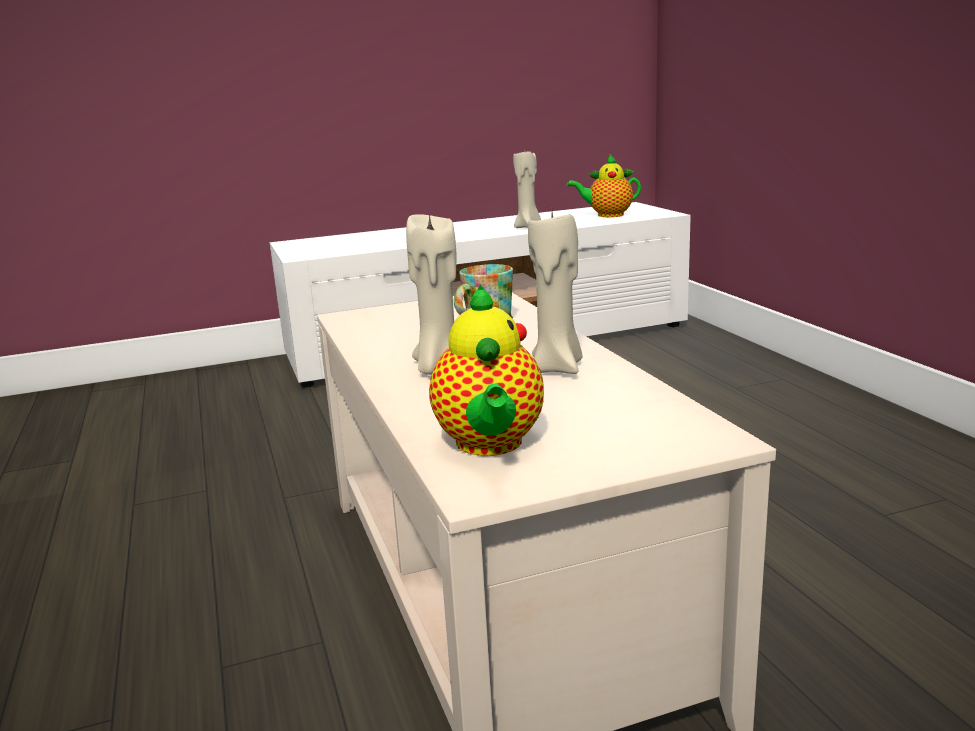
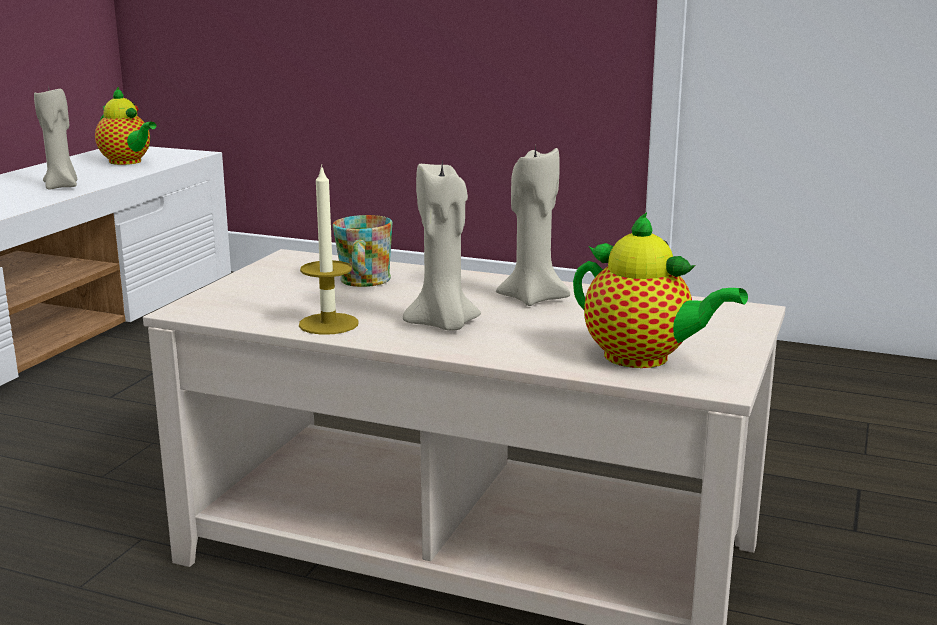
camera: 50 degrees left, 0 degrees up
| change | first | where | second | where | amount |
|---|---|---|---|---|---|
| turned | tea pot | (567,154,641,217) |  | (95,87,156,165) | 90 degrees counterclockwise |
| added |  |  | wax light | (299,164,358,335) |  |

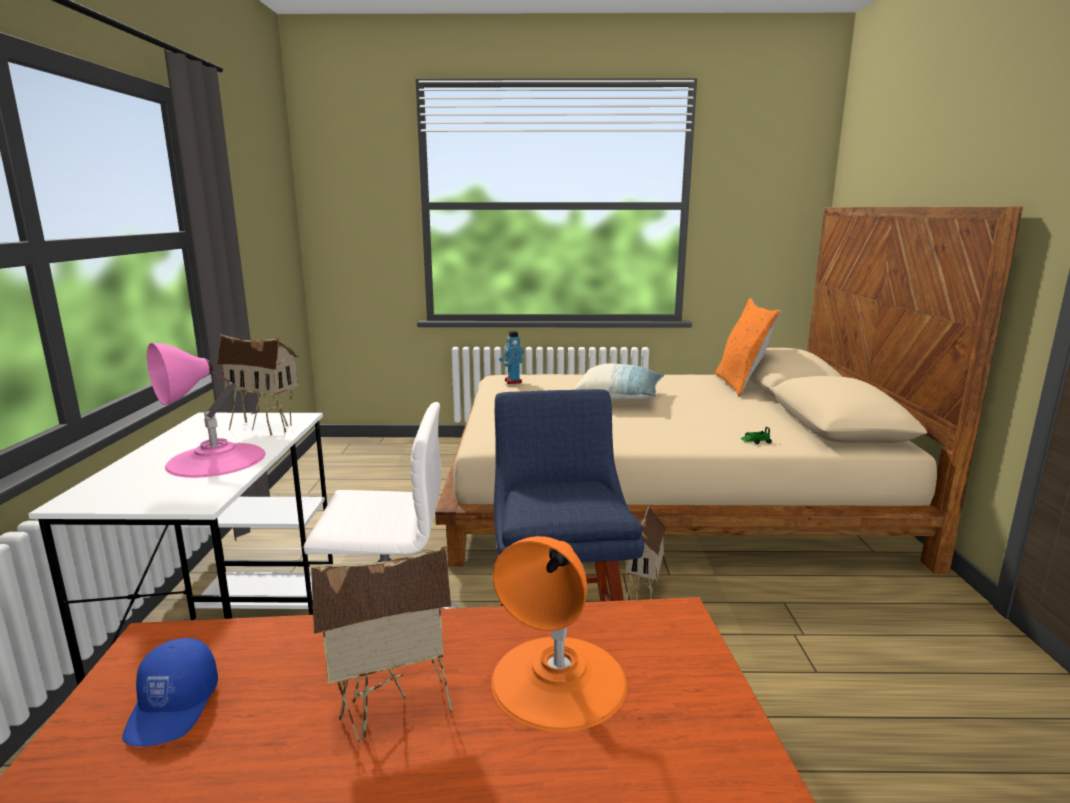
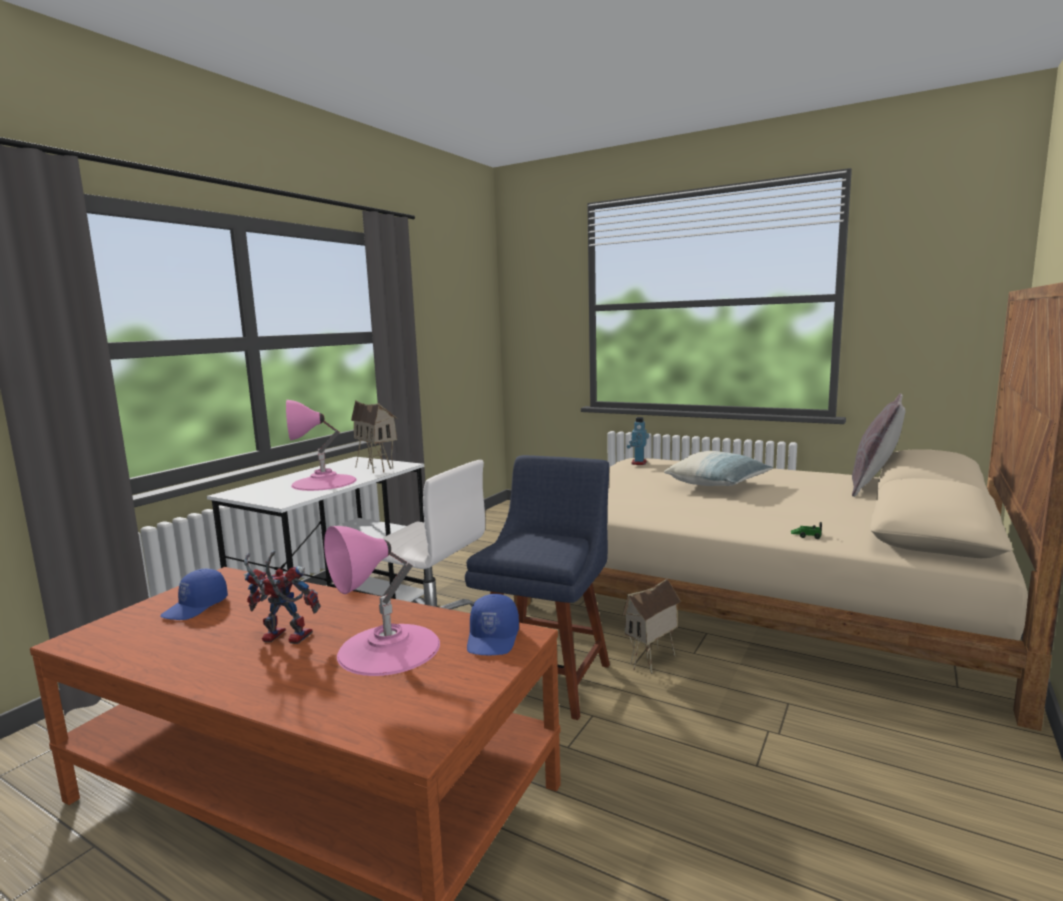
camera: 30 degrees right, 5 degrees down
| change | first | where | second | where | amount |
|---|---|---|---|---|---|
| replaced | model house | (309,546,453,742) | toy robot | (243,550,321,644) |  |
| recoloured | orangey lamp for a table | (491,536,627,732) | pinkish lamp for a table | (324,526,440,676) |  |
| recoloured | orangey cushion | (715,298,781,397) | grey cushion | (852,394,906,497) |  |
| added |  |  | bluish cap | (467,594,519,655) |  |

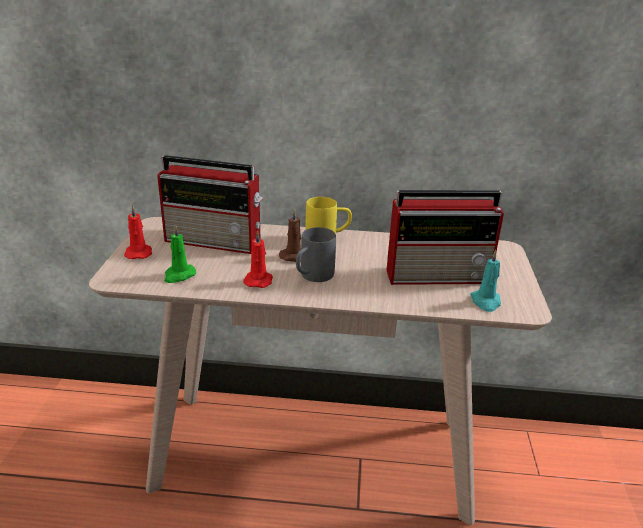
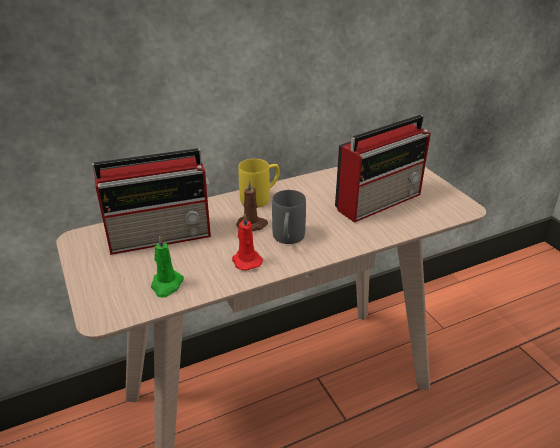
camera: 30 degrees left, 5 degrees up
| change | first | where | second | where | amount |
|---|---|---|---|---|---|
| removed | red-coloured wax light | (124,205,152,259) |  |  |  |
| removed | blue-green wax light | (470,250,501,312) |  |  |  |

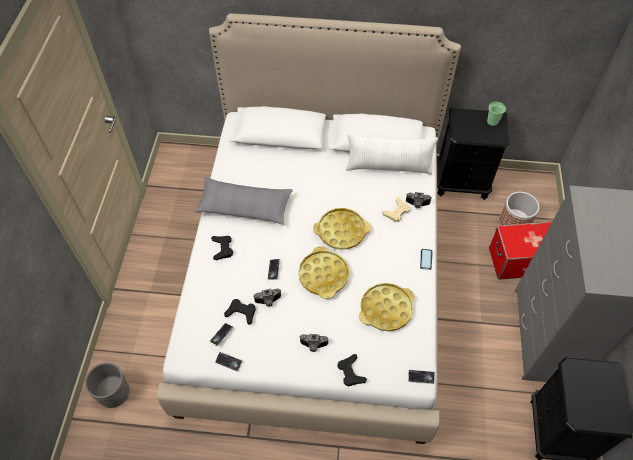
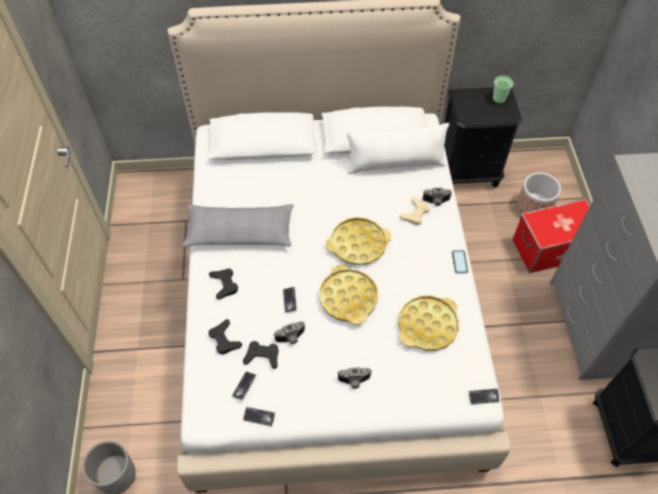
camera: 10 degrees left, 0 degrees up
| change | first | where | second | where | amount |
|---|---|---|---|---|---|
| moved | black-coloured game controller | (337,354,367,387) |  | (208,319,242,354) |  |

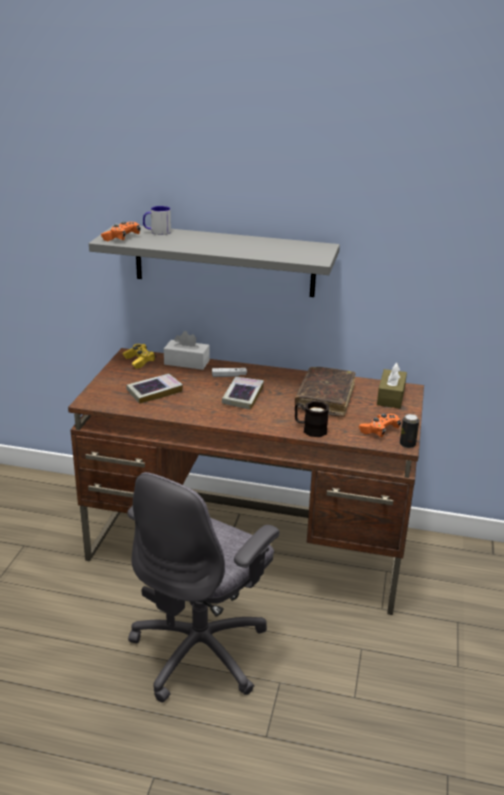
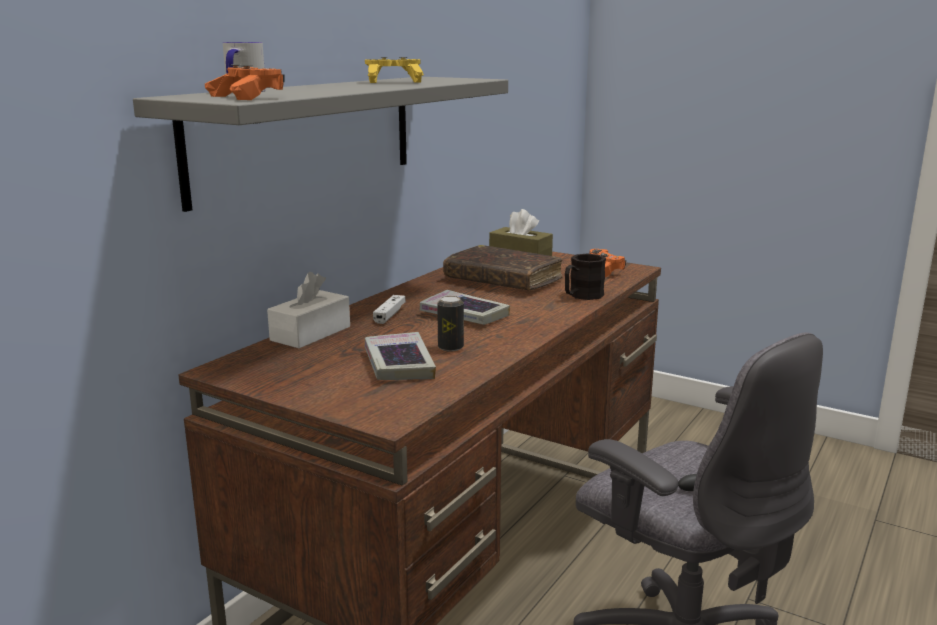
camera: 70 degrees left, 10 degrees down
| change | first | where | second | where | amount |
|---|---|---|---|---|---|
| moved | yellow-coloured game controller | (123,344,156,369) |  | (365,57,424,83) |  |
| moved | sealed can | (400,414,419,448) |  | (437,296,464,352) |  |

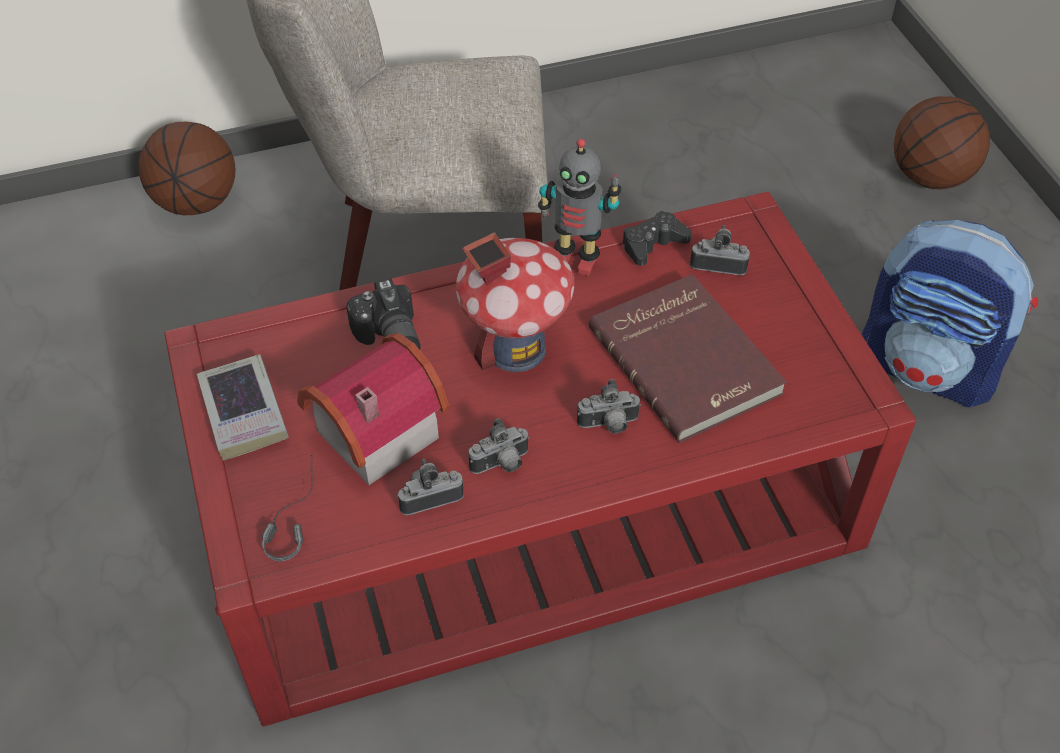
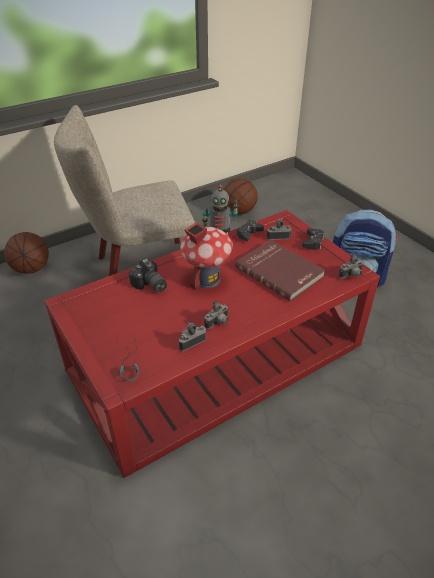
camera: 15 degrees left, 10 degrees down
| change | first | where | second | where | amount |
|---|---|---|---|---|---|
| removed | book | (197,354,289,460) |  |  |  |
| removed | model house | (297,333,449,485) |  |  |  |
| moved | photo camera | (577,379,641,434) |  | (339,254,364,278) |  |
| moved | ball for basketball | (894,96,990,189) |  | (223,178,258,214) |  |
| added |  |  | black-coloured game controller | (302,228,324,250) |  |

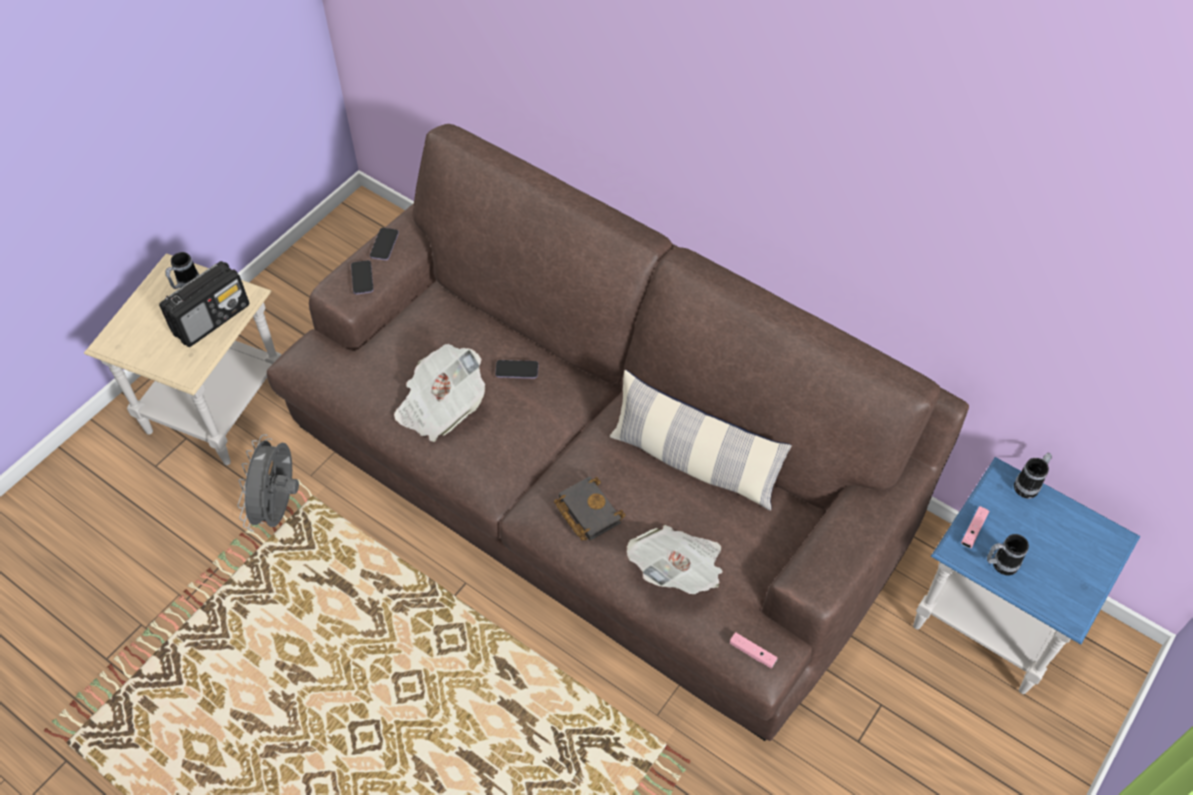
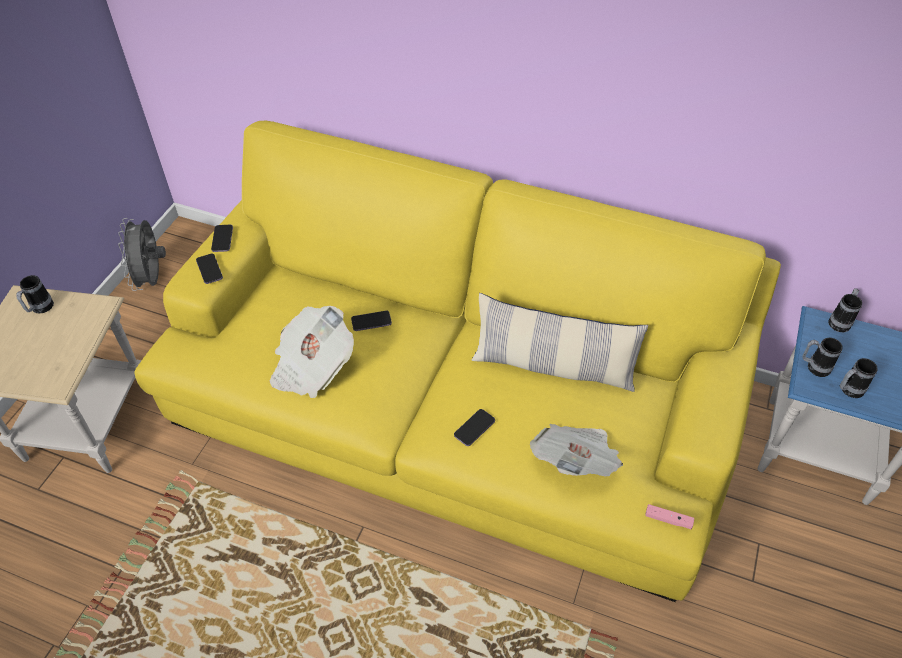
camera: 15 degrees left, 5 degrees down
| change | first | where | second | where | amount |
|---|---|---|---|---|---|
| removed | radio | (159,261,249,347) |  |  |  |
| moved | grey electric fan | (237,434,299,531) |  | (118,218,166,291) |  |
| recoloured | brown-coloured couch | (267,124,969,741) | yellow-coloured couch | (135,121,781,602) |  |
| replaced | black-coloured book | (554,476,626,541) | phone | (454,409,495,446) |  |
| replaced | pinkish game controller | (961,506,989,548) | coffee mug | (803,338,843,377) |  |

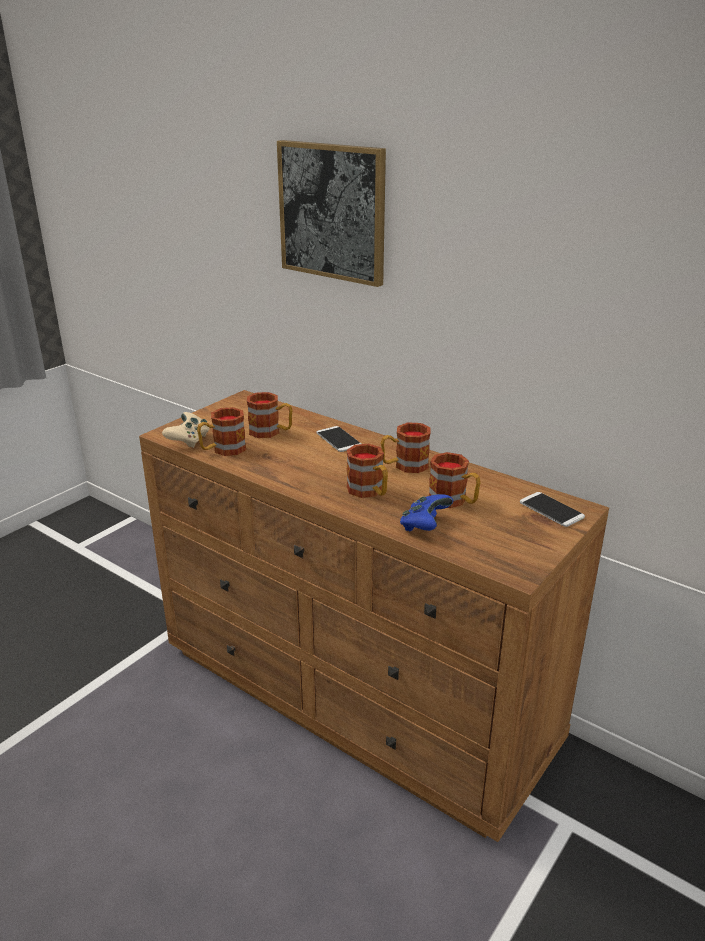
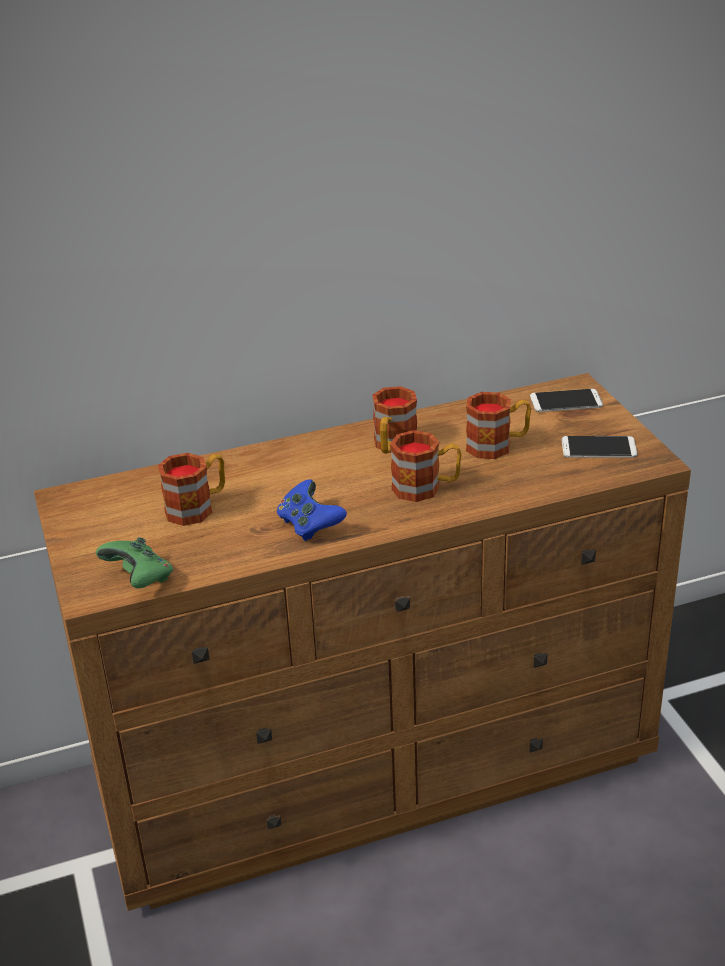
camera: 55 degrees left, 5 degrees up
| change | first | where | second | where | amount |
|---|---|---|---|---|---|
| recoloured | beige game controller | (162,412,209,448) | green-coloured game controller | (96,537,173,588) |  |
| removed | coffee mug | (197,407,246,456) |  |  |  |
| removed | wall picture | (277,140,386,287) |  |  |  |
| moved | phone | (316,426,361,452) |  | (561,436,637,458) |  |
| moved | bluish game controller | (400,494,453,532) |  | (277,480,347,541) |  |

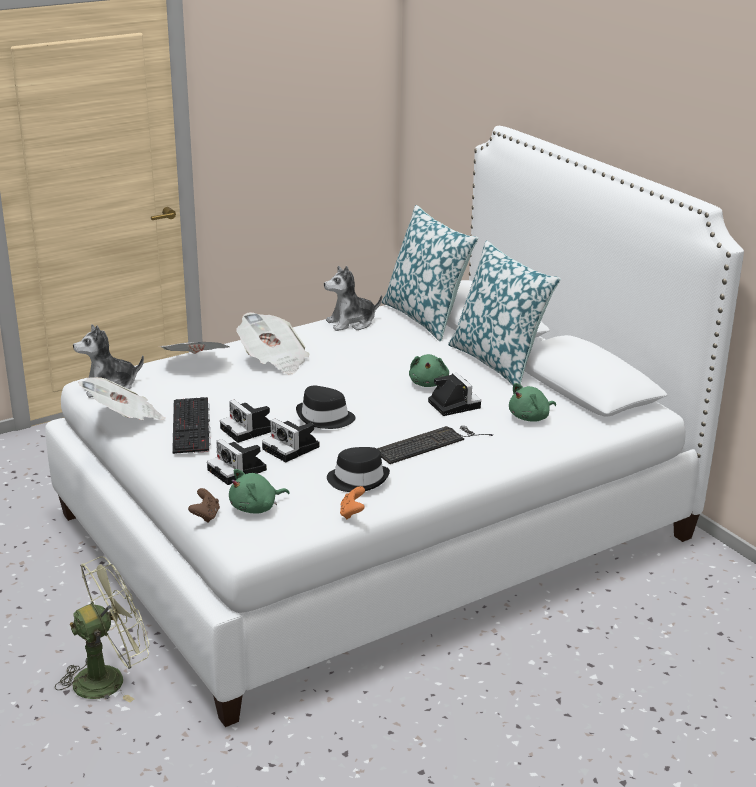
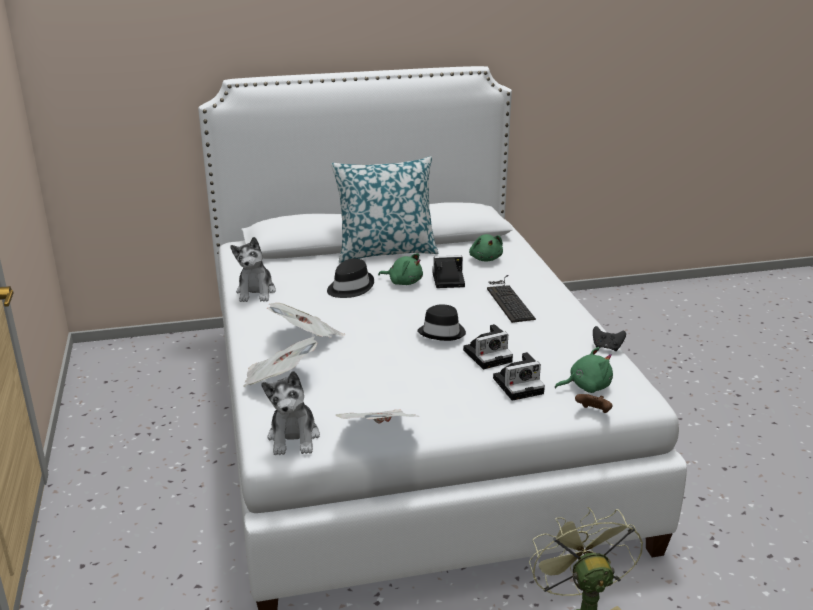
camera: 70 degrees left, 0 degrees up
| change | first | where | second | where | amount |
|---|---|---|---|---|---|
| removed | computer keyboard | (172,397,211,454) |  |  |  |
| removed | photo camera | (220,400,271,443) |  |  |  |
| turned | green-coloured soft toy | (229,469,290,514) |  | (555,347,613,393) | 90 degrees counterclockwise |
| moved | black-coloured clothing hat | (327,447,390,492) |  | (327,259,374,298) |  |
| recoloured | orangey game controller | (340,486,365,520) | black-coloured game controller | (593,326,626,351) |  |
| removed | cushion | (382,205,478,342) |  |  |  |

